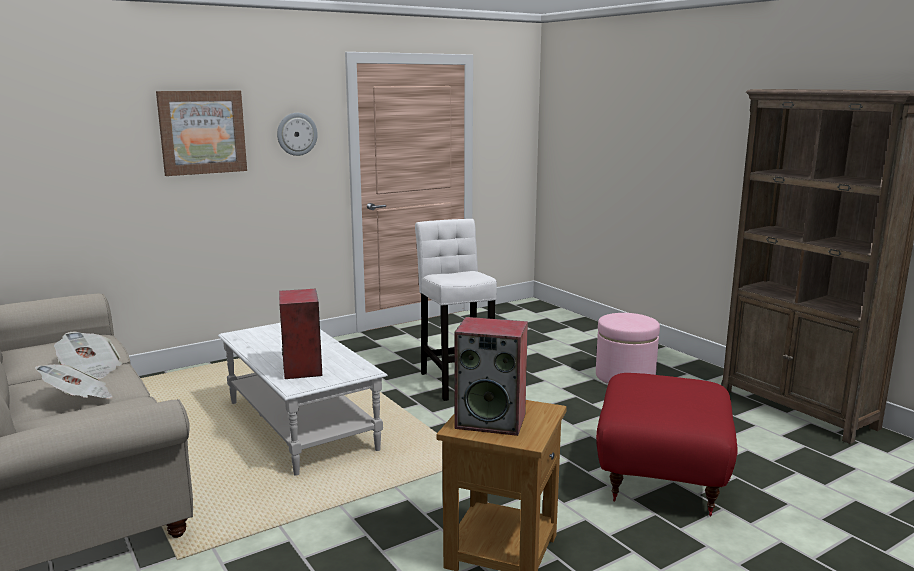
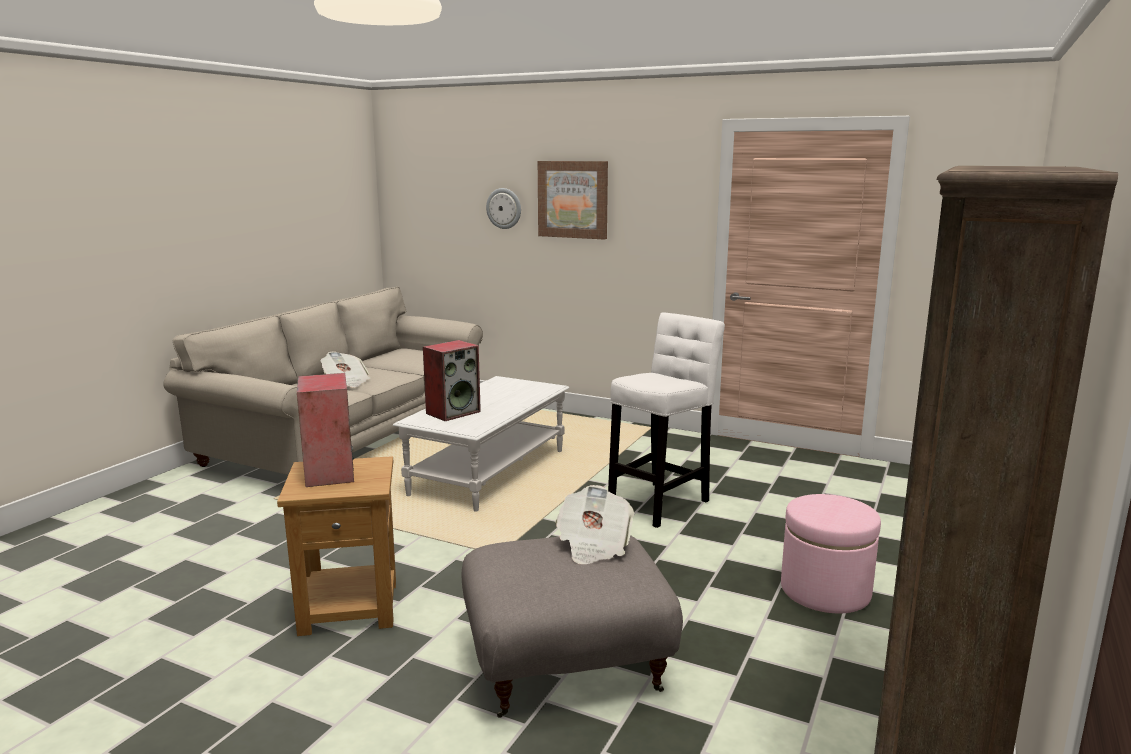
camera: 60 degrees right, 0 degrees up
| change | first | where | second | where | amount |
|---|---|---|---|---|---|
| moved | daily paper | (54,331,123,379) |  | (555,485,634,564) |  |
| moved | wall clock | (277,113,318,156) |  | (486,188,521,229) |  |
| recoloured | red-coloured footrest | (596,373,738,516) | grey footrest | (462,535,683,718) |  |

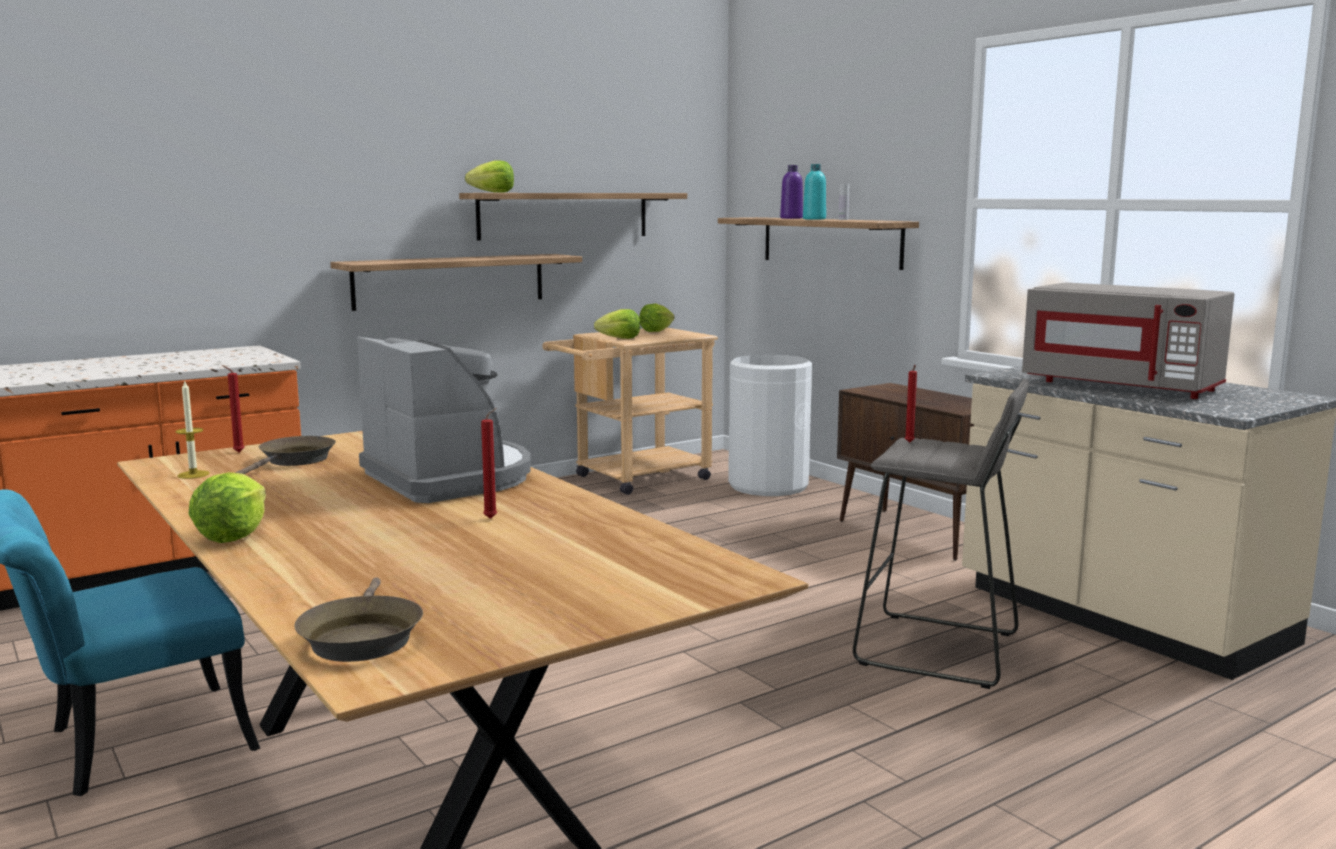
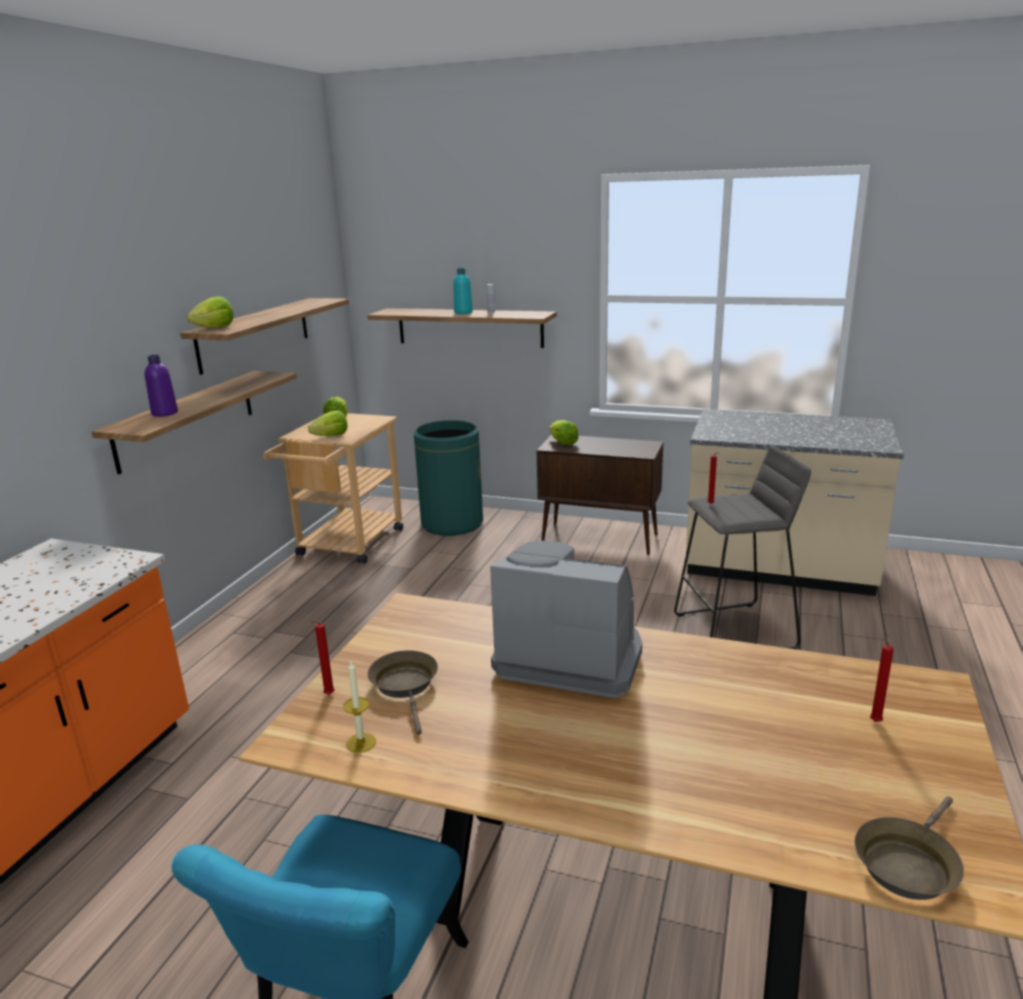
camera: 35 degrees left, 10 degrees up
| change | first | where | second | where | amount |
|---|---|---|---|---|---|
| moved | head of lettuce | (189,472,266,543) |  | (549,420,579,445) |  |
| turned | brown-coloured skillet | (295,578,423,662) |  | (855,796,964,900) | 90 degrees clockwise |
| moved | red-coloured wax light | (481,408,497,519) |  | (870,633,894,722) |  |
| recoloured | whitish waste bin | (728,355,812,496) | green-coloured waste bin | (414,420,483,536) |  |
| moved | purplish bottle | (780,165,803,219) |  | (145,355,178,417) |  |
| removed | grey microwave oven | (1022,282,1235,399) |  |  |  |

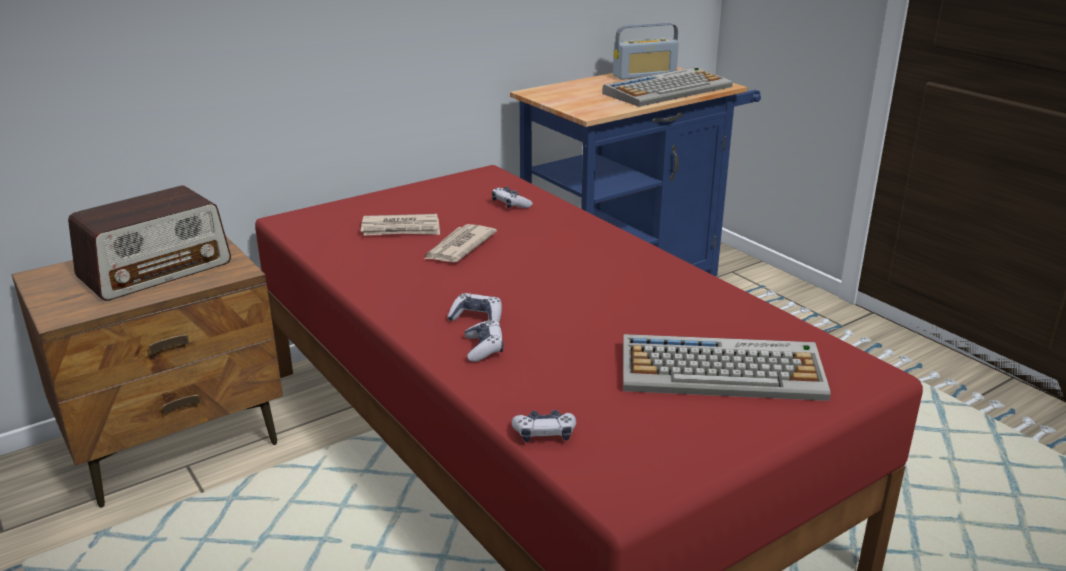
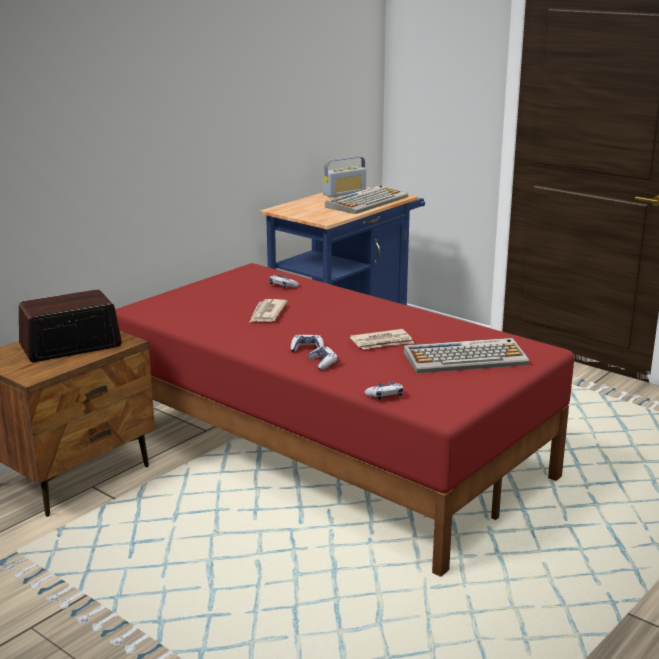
camera: 15 degrees left, 5 degrees down
| change | first | where | second | where | amount |
|---|---|---|---|---|---|
| turned | radio | (68,186,231,301) |  | (19,290,122,362) | 150 degrees counterclockwise |
| moved | daily paper | (361,214,440,236) |  | (350,329,414,349) |  |

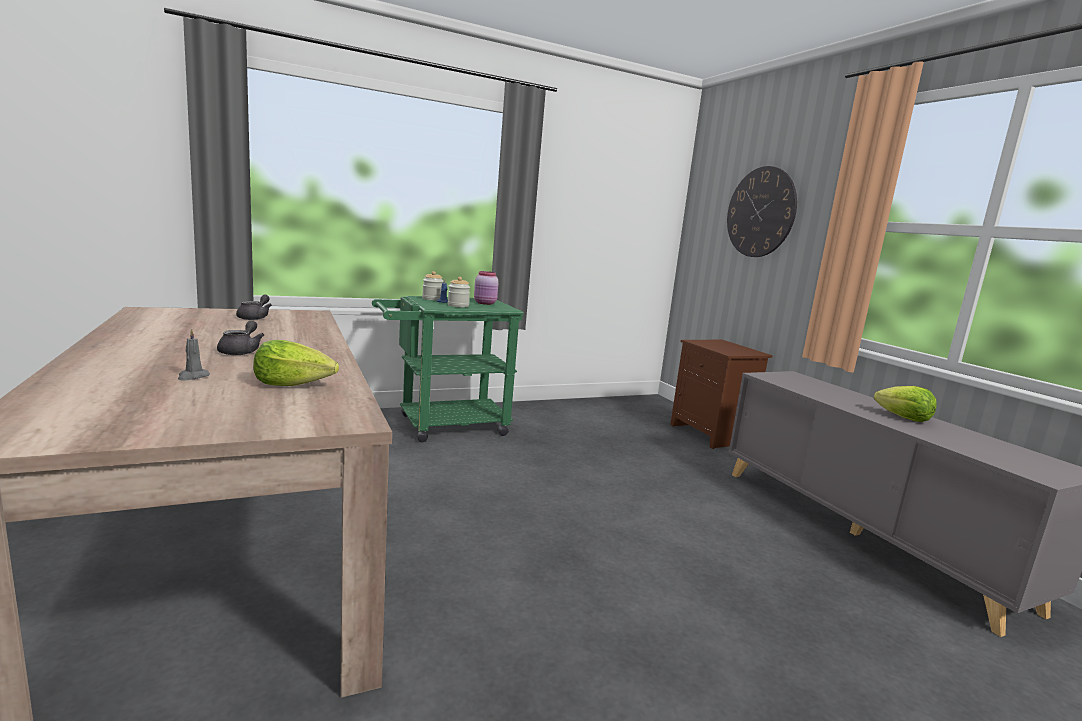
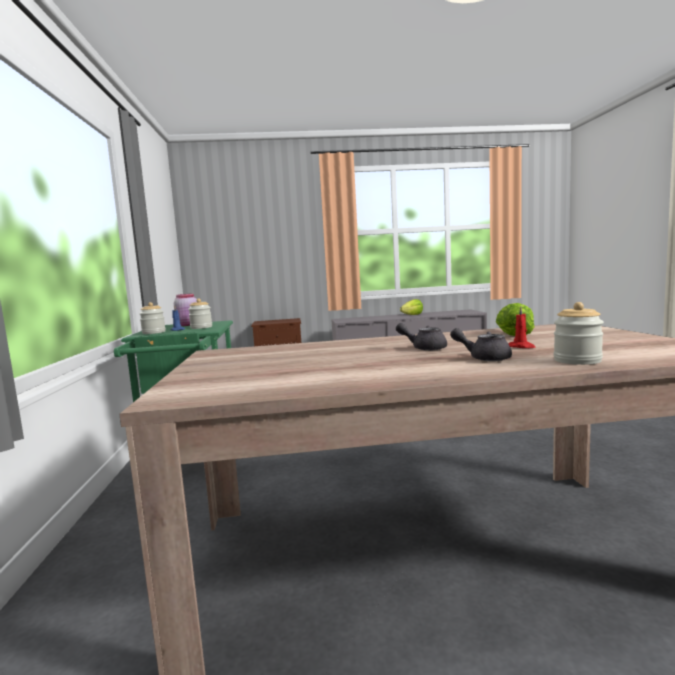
camera: 70 degrees left, 5 degrees down
| change | first | where | second | where | amount |
|---|---|---|---|---|---|
| recoloured | grey wax light | (178,329,210,380) | red-coloured wax light | (509,307,536,348) |  |
| moved | grey tea pot | (236,295,272,320) |  | (450,328,512,361) |  |
| removed | wall clock | (727,166,797,257) |  |  |  |
| added |  |  | preserve jar | (554,302,604,365) |  |

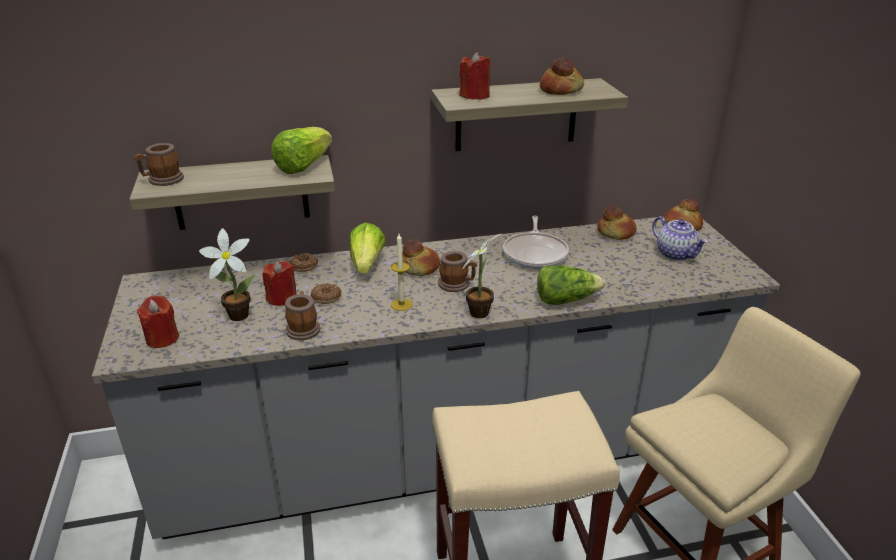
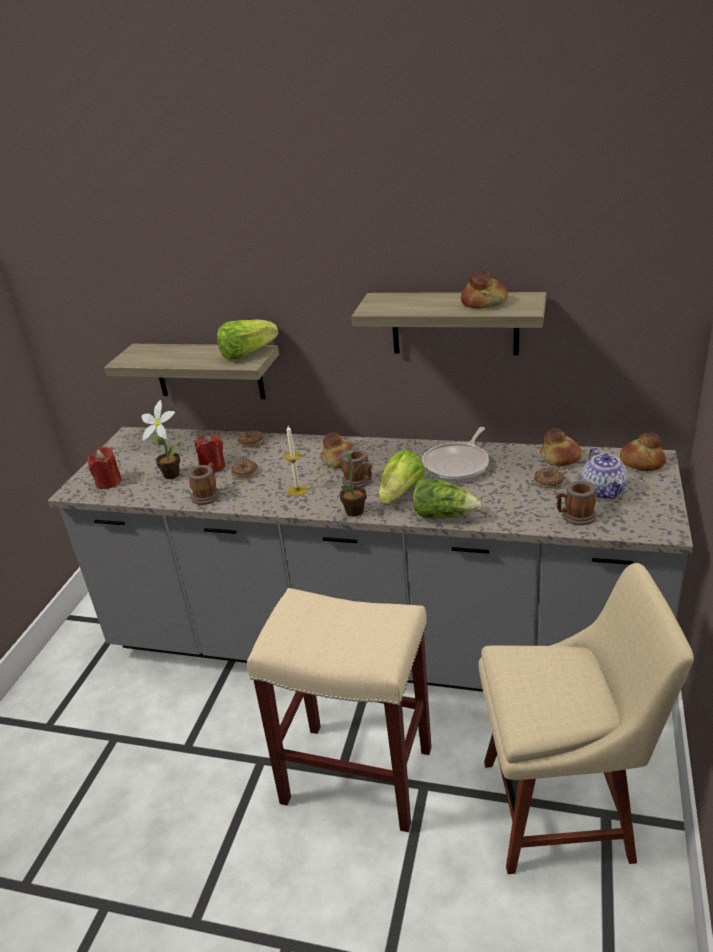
camera: 30 degrees right, 0 degrees up
| change | first | where | second | where | amount |
|---|---|---|---|---|---|
| moved | coffee mug | (134,143,184,186) |  | (556,481,597,525) |  |
| moved | head of lettuce | (349,223,386,274) |  | (379,450,425,504) |  |
| removed | red-coloured wax light | (459,52,491,100) |  |  |  |
| added |  |  | doughnut | (534,467,564,488) |  |

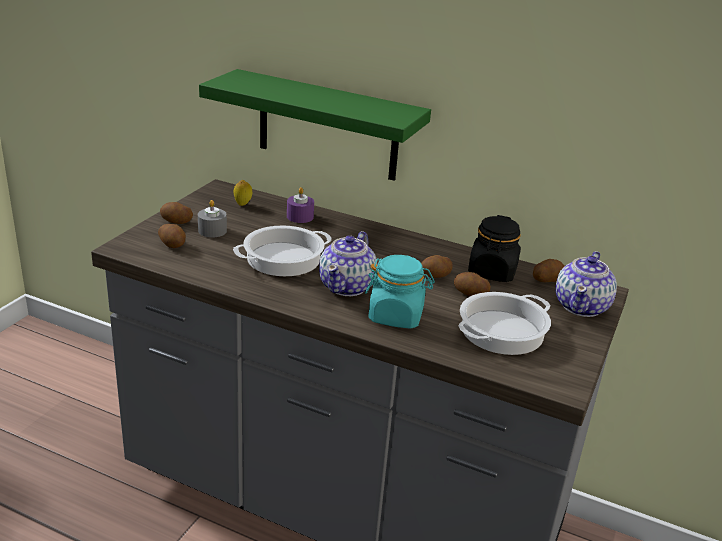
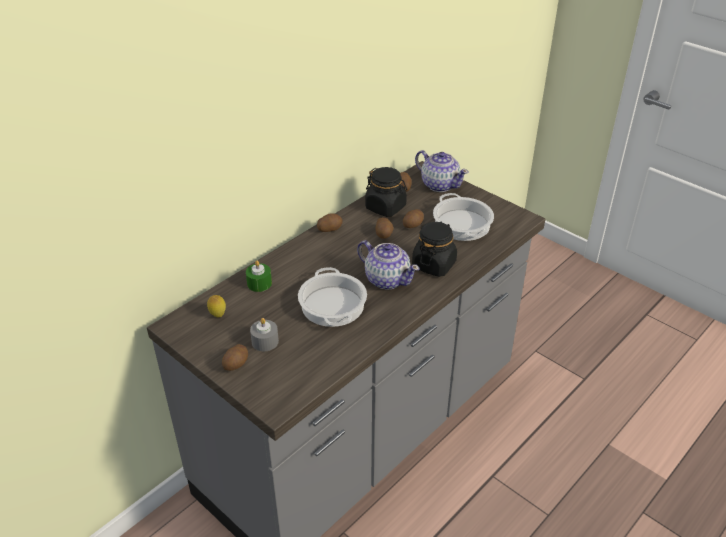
camera: 70 degrees left, 10 degrees up
| change | first | where | second | where | amount |
|---|---|---|---|---|---|
| moved | spud | (158,224,186,248) |  | (317,213,343,232) |  |
| removed | green-coloured wall shelf | (199,69,431,181) |  |  |  |
| recoloured | purplish wax light | (287,187,314,223) | green-coloured wax light | (246,260,272,292) |  |
| recoloured | blue-green preserve jar | (365,255,435,329) | black-coloured preserve jar | (412,222,457,277) |  |

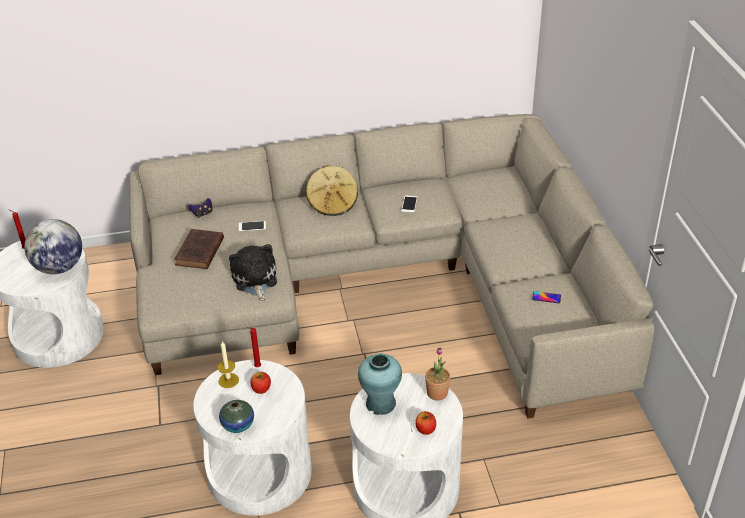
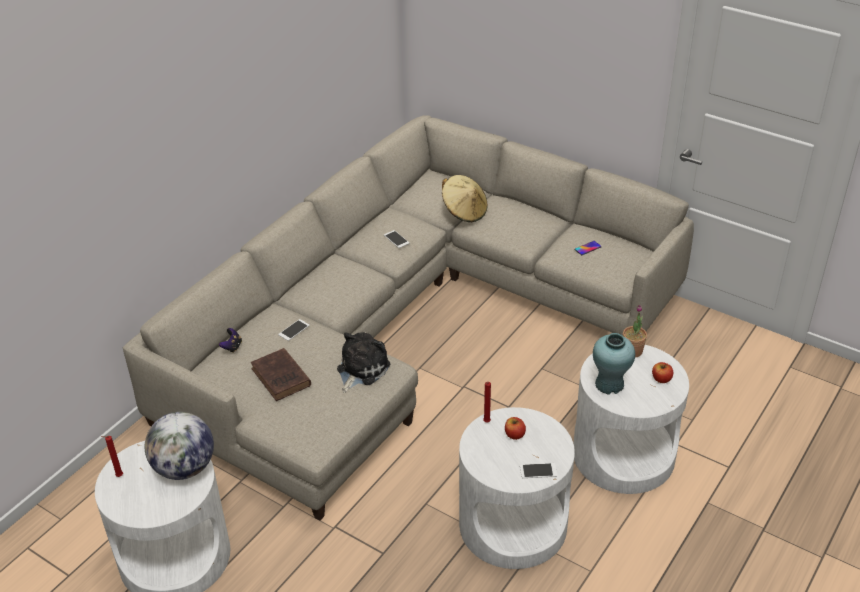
camera: 45 degrees left, 0 degrees up
| change | first | where | second | where | amount |
|---|---|---|---|---|---|
| removed | wax light | (218,341,239,388) |  |  |  |
| replaced | flower vase | (219,400,254,433) | phone | (520,463,557,478) |  |
| turned | soft toy | (229,244,277,300) |  | (337,332,390,393) | 90 degrees clockwise |
| moved | beige clothing hat | (306,165,358,216) |  | (442,175,487,222) |  |

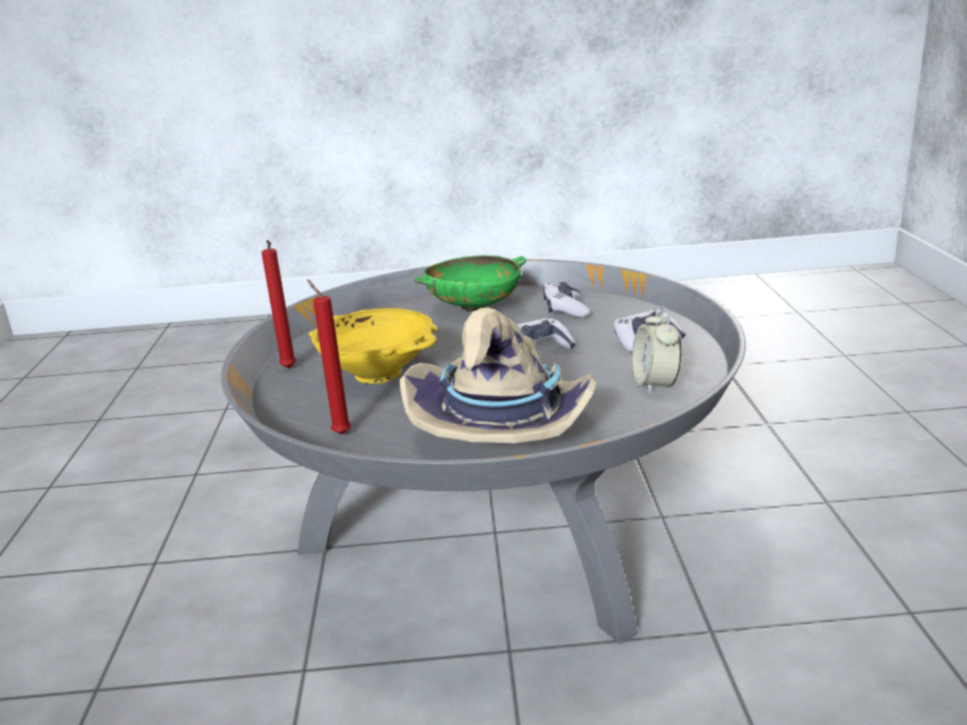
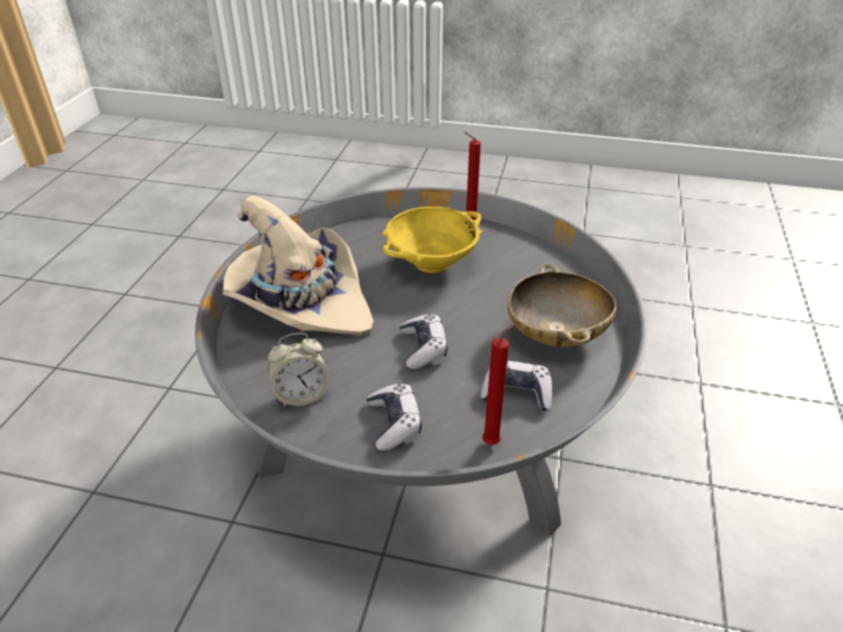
camera: 105 degrees right, 15 degrees up
| change | first | where | second | where | amount |
|---|---|---|---|---|---|
| moved | red-coloured wax light | (307,279,351,435) |  | (482,323,516,445) |  |
| recoloured | green-coloured serving bowl | (414,255,526,312) | beige serving bowl | (508,264,616,347) |  |
| turned | bedside clock | (632,306,682,395) |  | (268,333,329,407) | 150 degrees clockwise |

